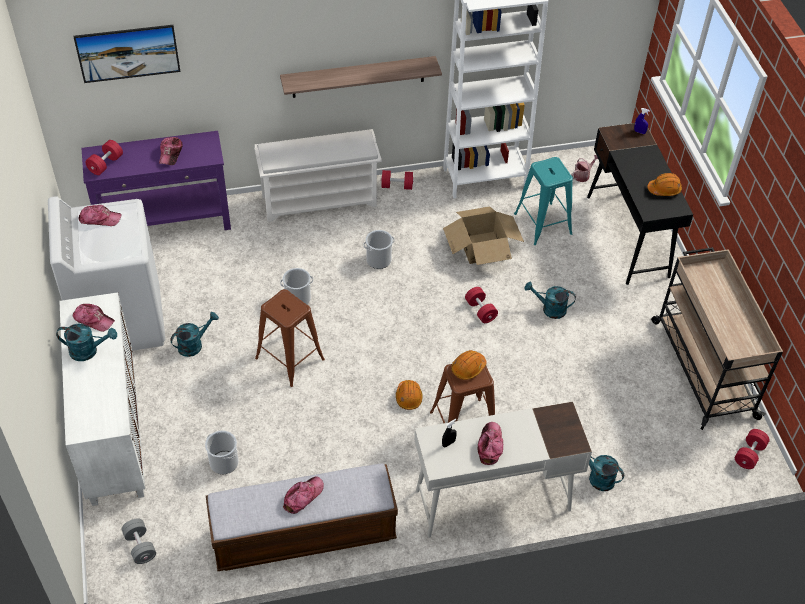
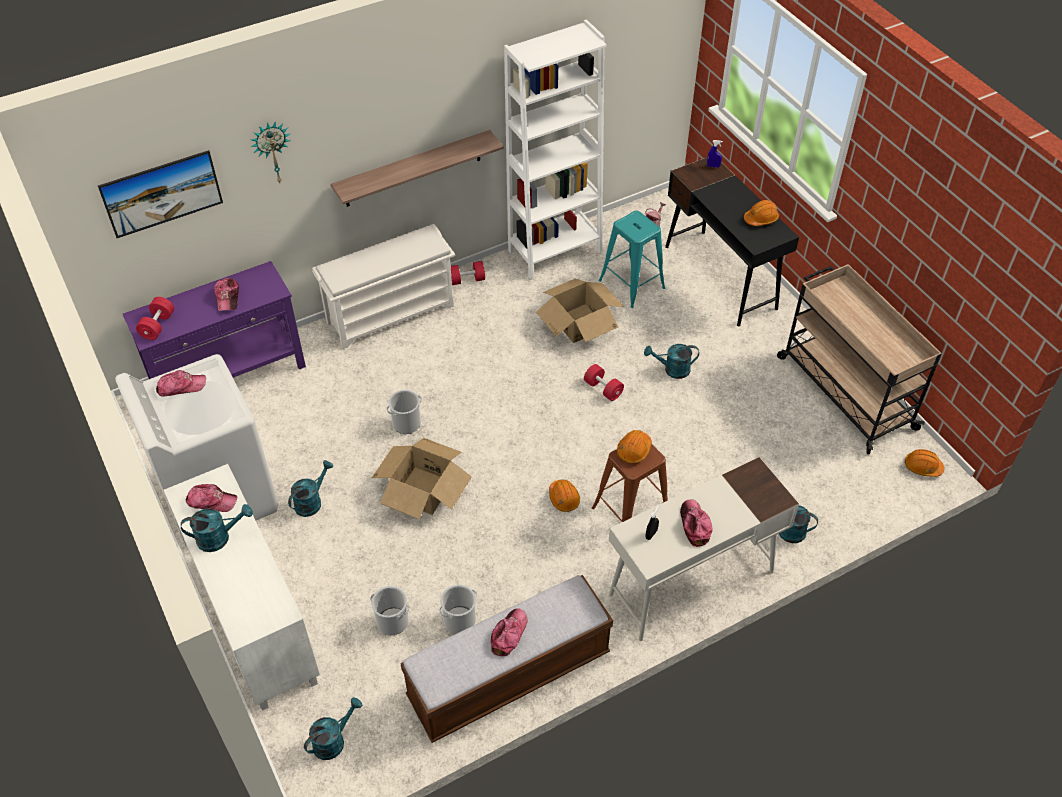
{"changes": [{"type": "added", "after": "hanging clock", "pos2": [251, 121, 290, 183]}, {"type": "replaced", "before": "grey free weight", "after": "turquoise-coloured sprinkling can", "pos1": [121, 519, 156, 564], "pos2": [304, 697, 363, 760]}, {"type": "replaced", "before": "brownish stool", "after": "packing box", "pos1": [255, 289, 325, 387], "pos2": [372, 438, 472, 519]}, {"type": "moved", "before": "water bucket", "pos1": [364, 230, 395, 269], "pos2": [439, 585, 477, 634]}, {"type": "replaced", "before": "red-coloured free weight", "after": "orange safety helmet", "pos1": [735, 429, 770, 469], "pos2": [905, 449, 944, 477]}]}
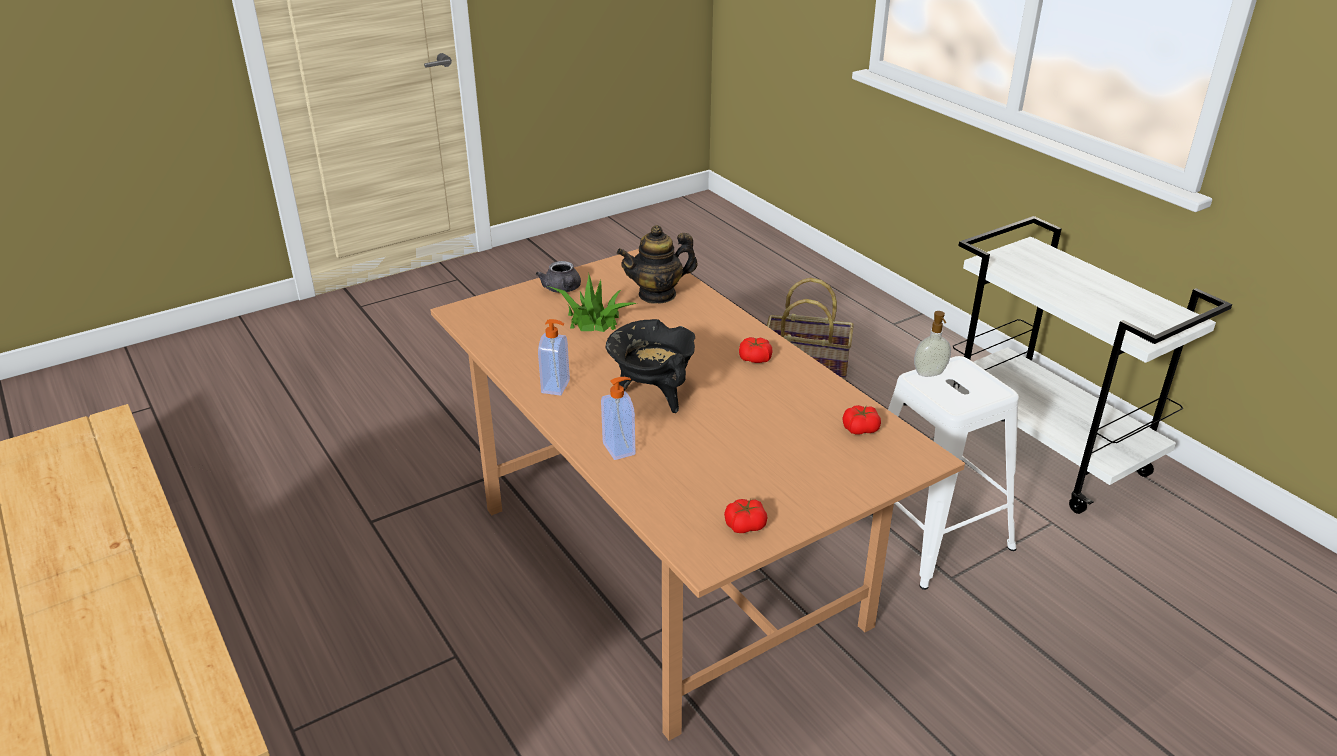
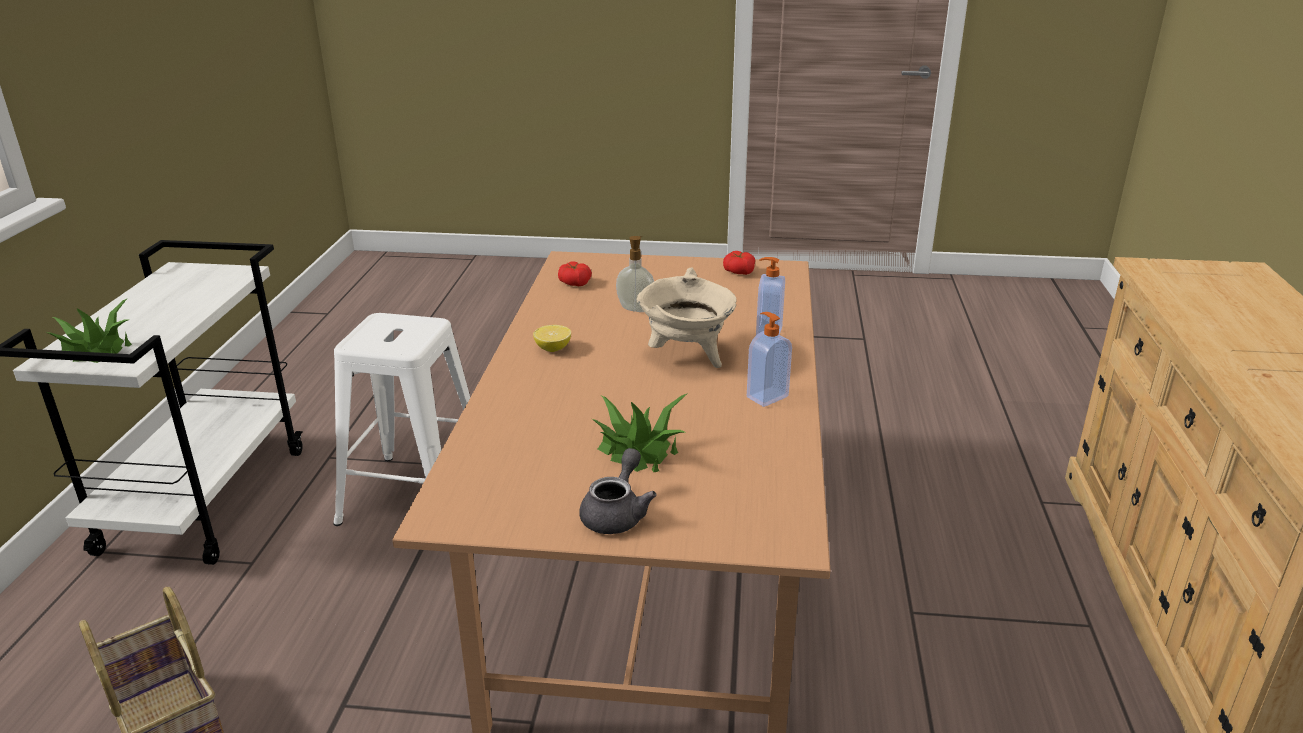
{"changes": [{"type": "added", "after": "plant in a pot", "pos2": [46, 298, 132, 363]}, {"type": "replaced", "before": "whole tomato", "after": "whole lemon", "pos1": [739, 337, 773, 363], "pos2": [533, 325, 571, 352]}, {"type": "moved", "before": "liquid soap bottle", "pos1": [914, 311, 951, 377], "pos2": [616, 236, 654, 312]}, {"type": "recoloured", "before": "black-coloured saucepot", "after": "beige saucepot", "pos1": [606, 319, 695, 413], "pos2": [637, 267, 737, 368]}, {"type": "removed", "before": "pot for tea", "pos1": [617, 225, 698, 304]}]}
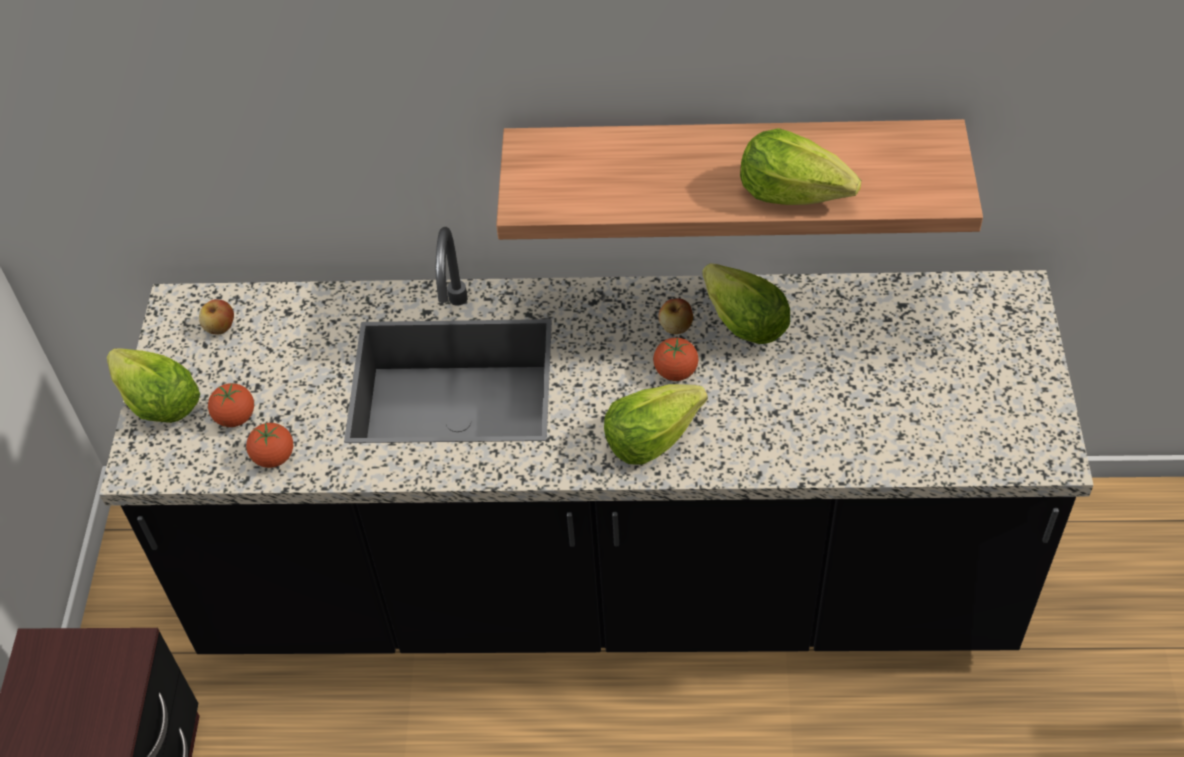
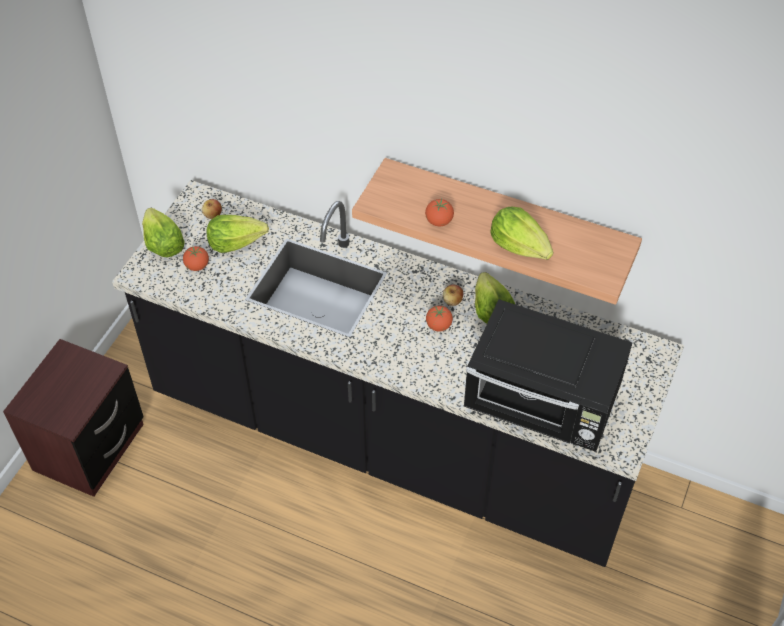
{"changes": [{"type": "moved", "before": "lettuce head", "pos1": [604, 384, 708, 464], "pos2": [207, 215, 269, 253]}, {"type": "moved", "before": "whole tomato", "pos1": [246, 423, 293, 468], "pos2": [425, 199, 454, 226]}, {"type": "added", "after": "black-coloured microwave oven", "pos2": [464, 299, 632, 452]}]}
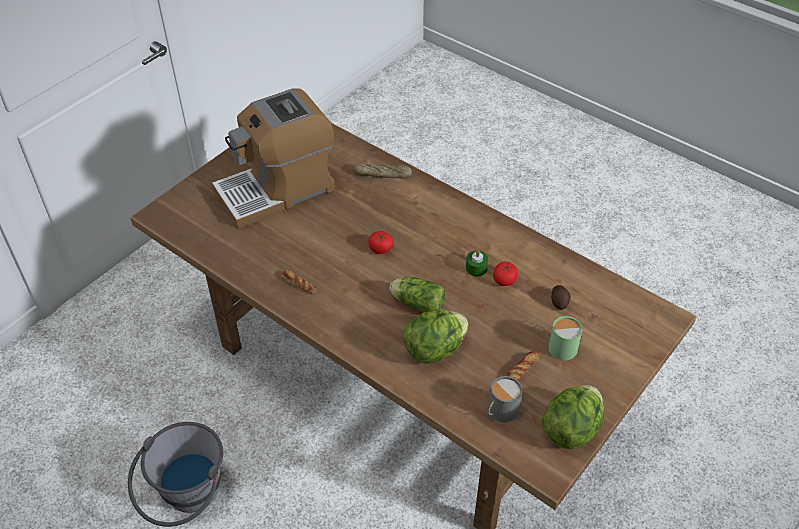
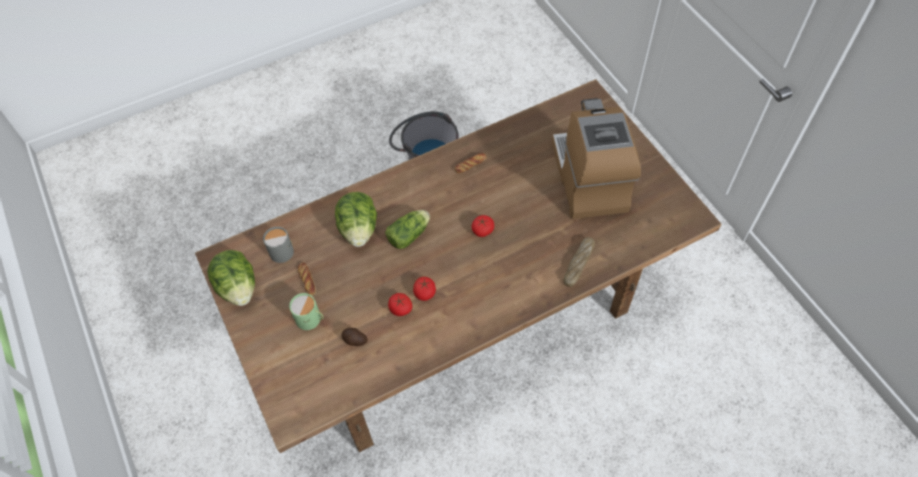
{"changes": [{"type": "replaced", "before": "green wax candle", "after": "whole tomato", "pos1": [466, 250, 488, 277], "pos2": [413, 277, 436, 301]}]}
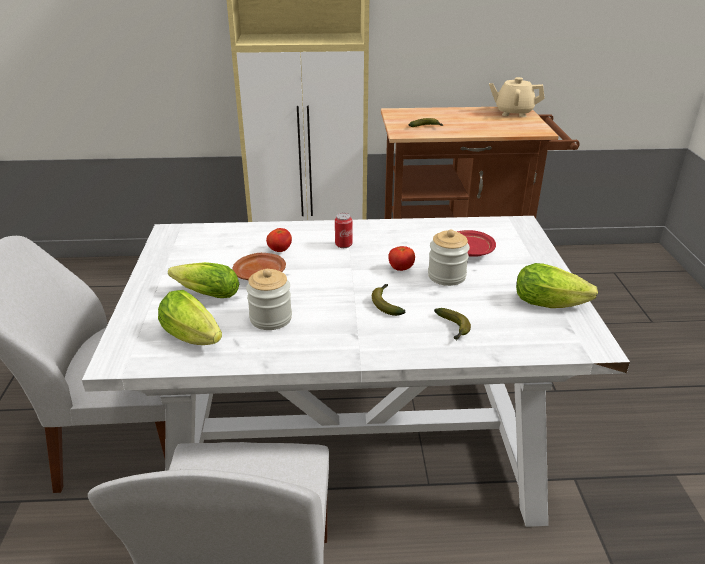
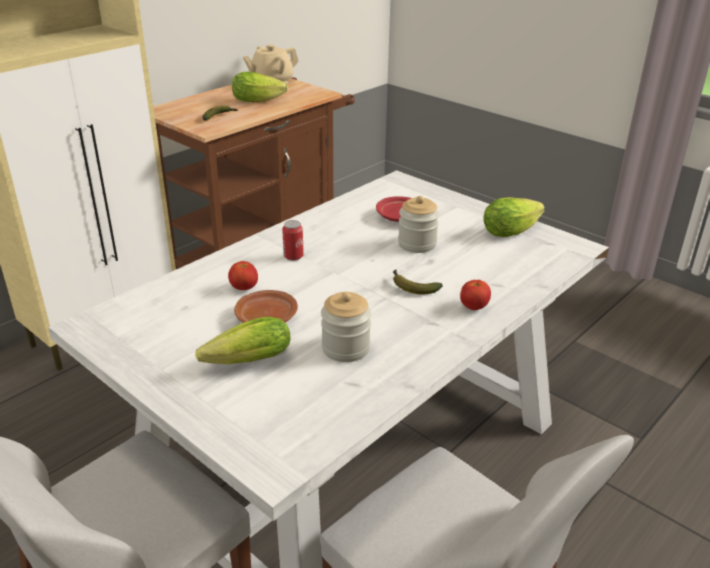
{"changes": [{"type": "moved", "before": "lettuce head", "pos1": [158, 290, 222, 345], "pos2": [232, 72, 288, 102]}, {"type": "moved", "before": "whole tomato", "pos1": [388, 246, 415, 271], "pos2": [460, 280, 491, 310]}, {"type": "removed", "before": "whole banana", "pos1": [434, 308, 471, 341]}]}
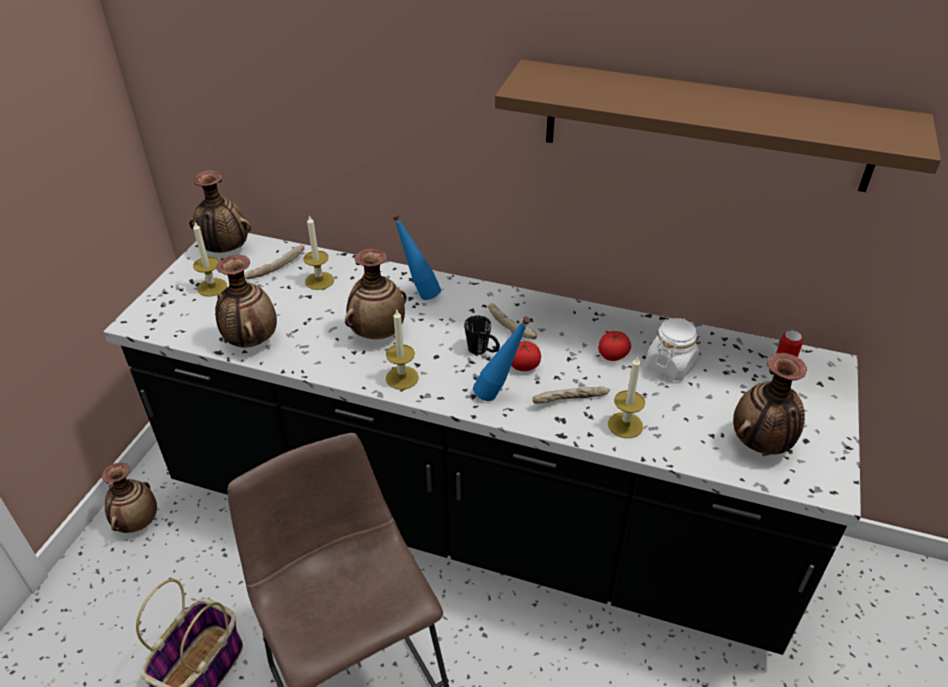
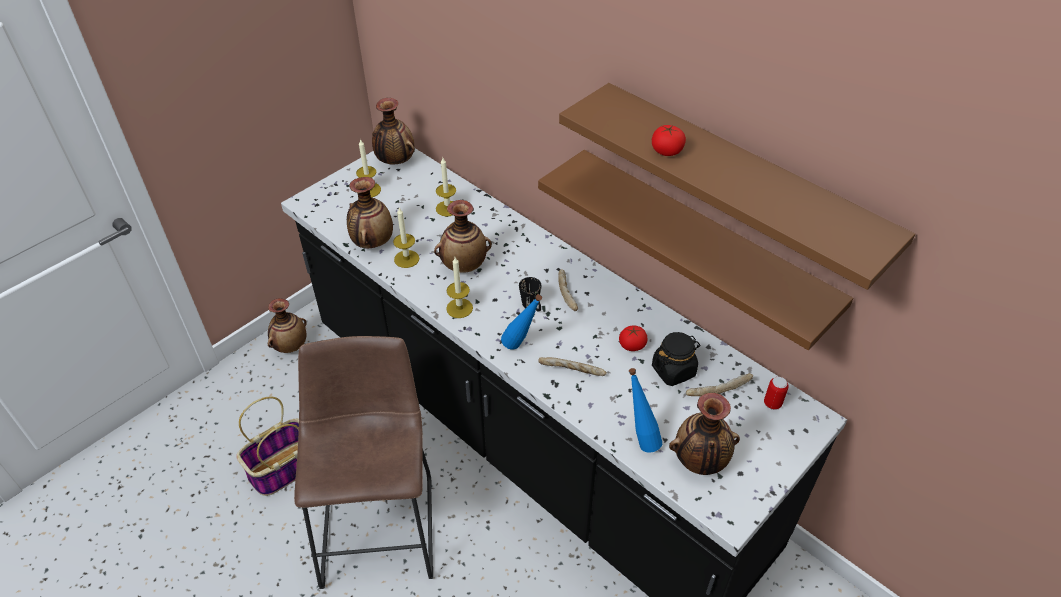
{"changes": [{"type": "moved", "before": "wax candle", "pos1": [608, 356, 645, 438], "pos2": [393, 208, 419, 268]}, {"type": "added", "after": "brownish bracket shelf", "pos2": [538, 150, 853, 350]}, {"type": "moved", "before": "blue-coloured bottle", "pos1": [392, 214, 441, 300], "pos2": [629, 368, 662, 452]}, {"type": "moved", "before": "whole tomato", "pos1": [511, 341, 541, 371], "pos2": [652, 125, 686, 156]}, {"type": "recoloured", "before": "white storage jar", "after": "black-coloured storage jar", "pos1": [646, 318, 699, 381], "pos2": [652, 332, 700, 386]}, {"type": "moved", "before": "bakery bread", "pos1": [244, 245, 304, 279], "pos2": [686, 373, 753, 396]}]}
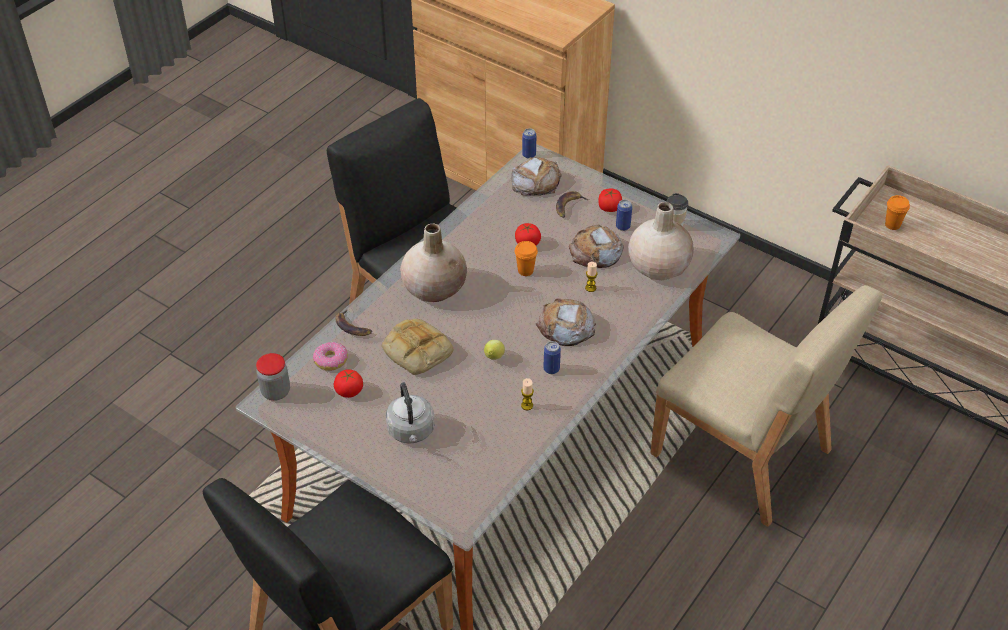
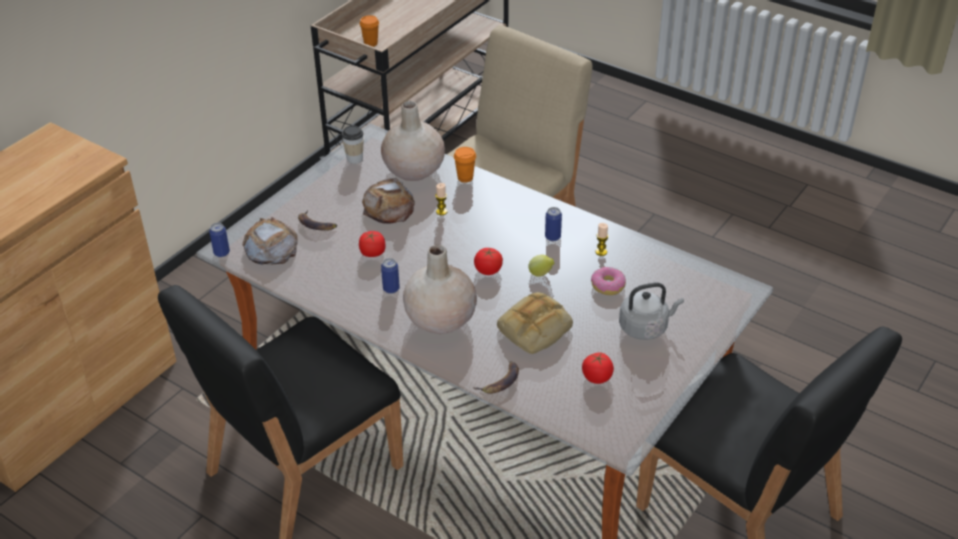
{"changes": [{"type": "moved", "before": "metal can", "pos1": [616, 199, 632, 231], "pos2": [381, 258, 400, 294]}, {"type": "moved", "before": "orange drinking cup", "pos1": [515, 241, 538, 276], "pos2": [454, 147, 476, 182]}, {"type": "moved", "before": "whole tomato", "pos1": [598, 188, 622, 212], "pos2": [474, 248, 503, 275]}, {"type": "moved", "before": "doughnut", "pos1": [313, 342, 348, 371], "pos2": [591, 267, 626, 295]}, {"type": "removed", "before": "storage jar", "pos1": [256, 353, 290, 401]}, {"type": "removed", "before": "bakery bread", "pos1": [536, 299, 596, 346]}]}
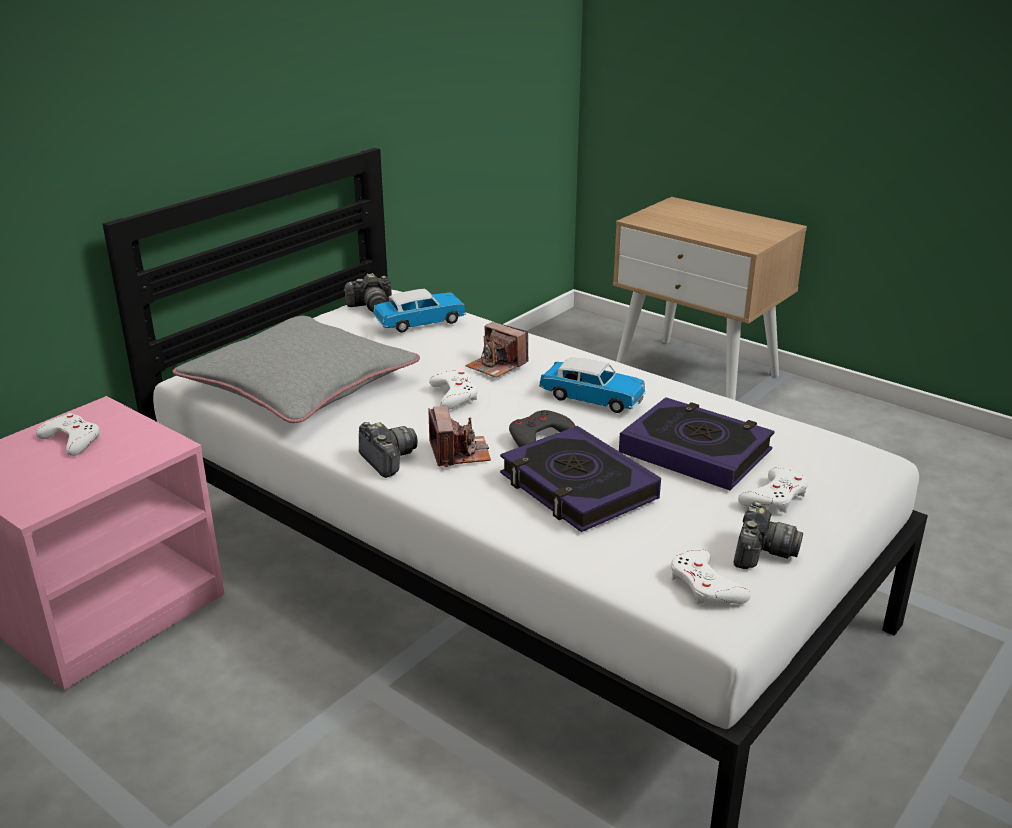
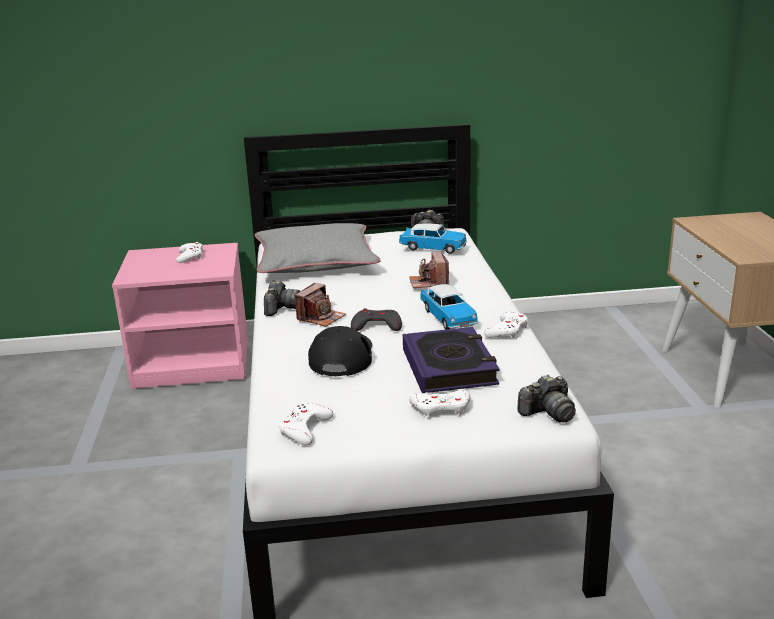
{"changes": [{"type": "replaced", "before": "book", "after": "black-coloured cap", "pos1": [500, 426, 661, 532], "pos2": [308, 326, 372, 376]}, {"type": "moved", "before": "white game controller", "pos1": [429, 370, 478, 410], "pos2": [484, 312, 528, 338]}, {"type": "moved", "before": "still camera", "pos1": [733, 502, 803, 569], "pos2": [517, 374, 576, 423]}]}
